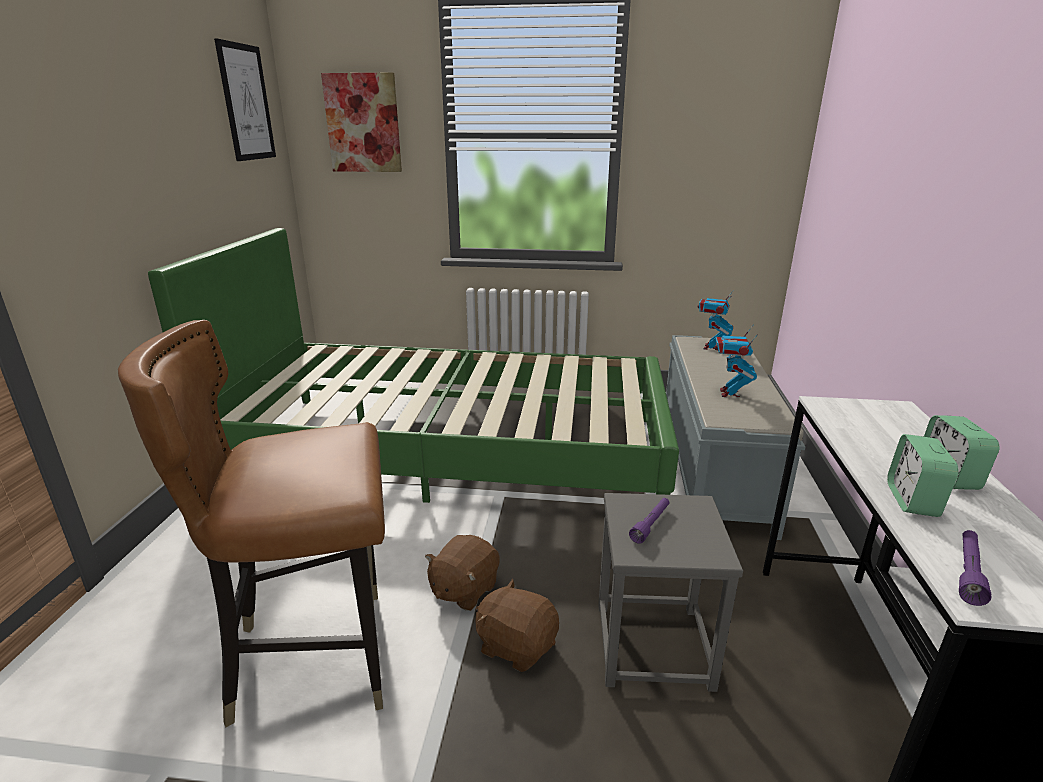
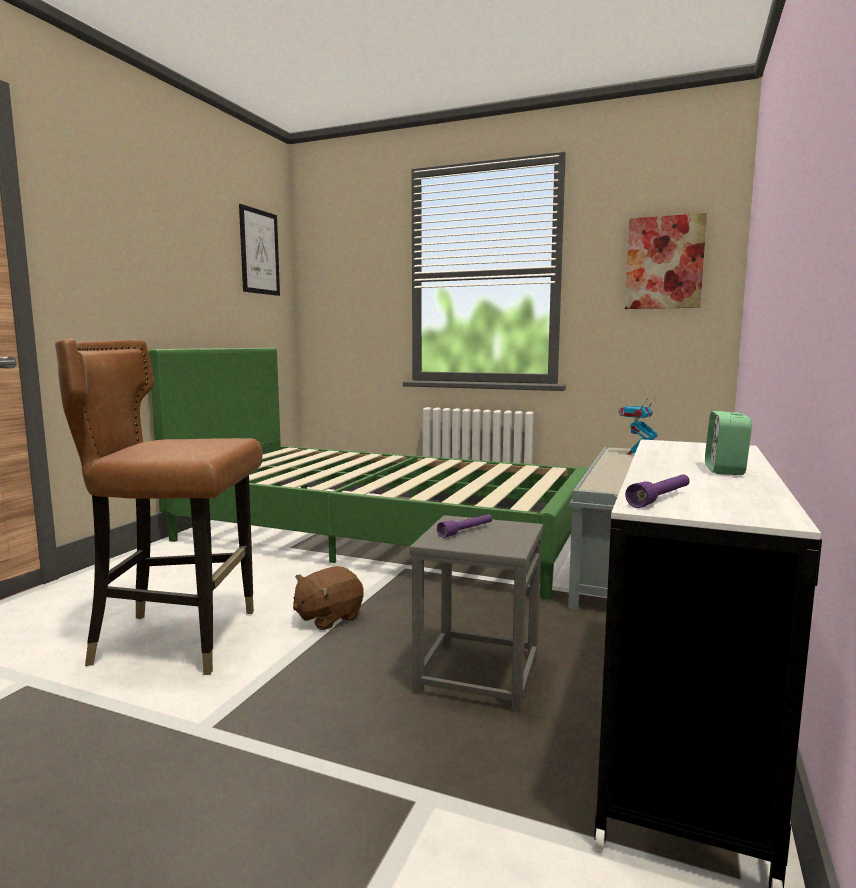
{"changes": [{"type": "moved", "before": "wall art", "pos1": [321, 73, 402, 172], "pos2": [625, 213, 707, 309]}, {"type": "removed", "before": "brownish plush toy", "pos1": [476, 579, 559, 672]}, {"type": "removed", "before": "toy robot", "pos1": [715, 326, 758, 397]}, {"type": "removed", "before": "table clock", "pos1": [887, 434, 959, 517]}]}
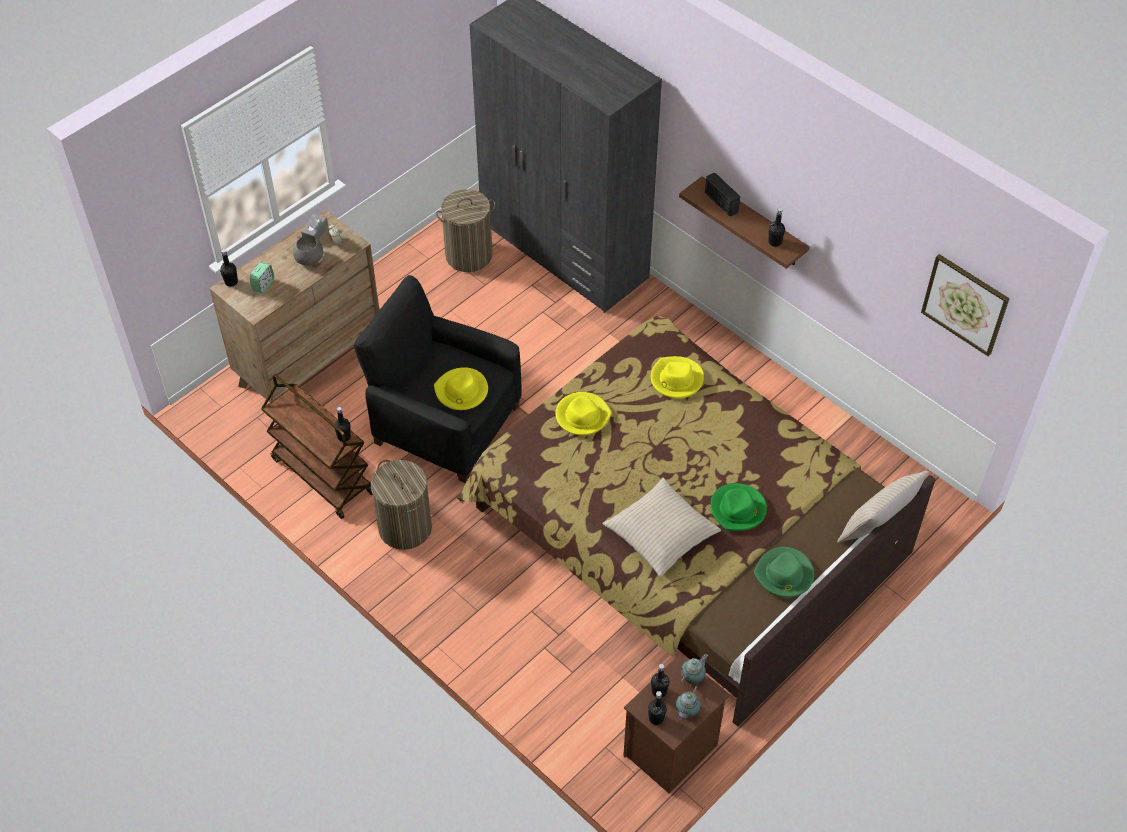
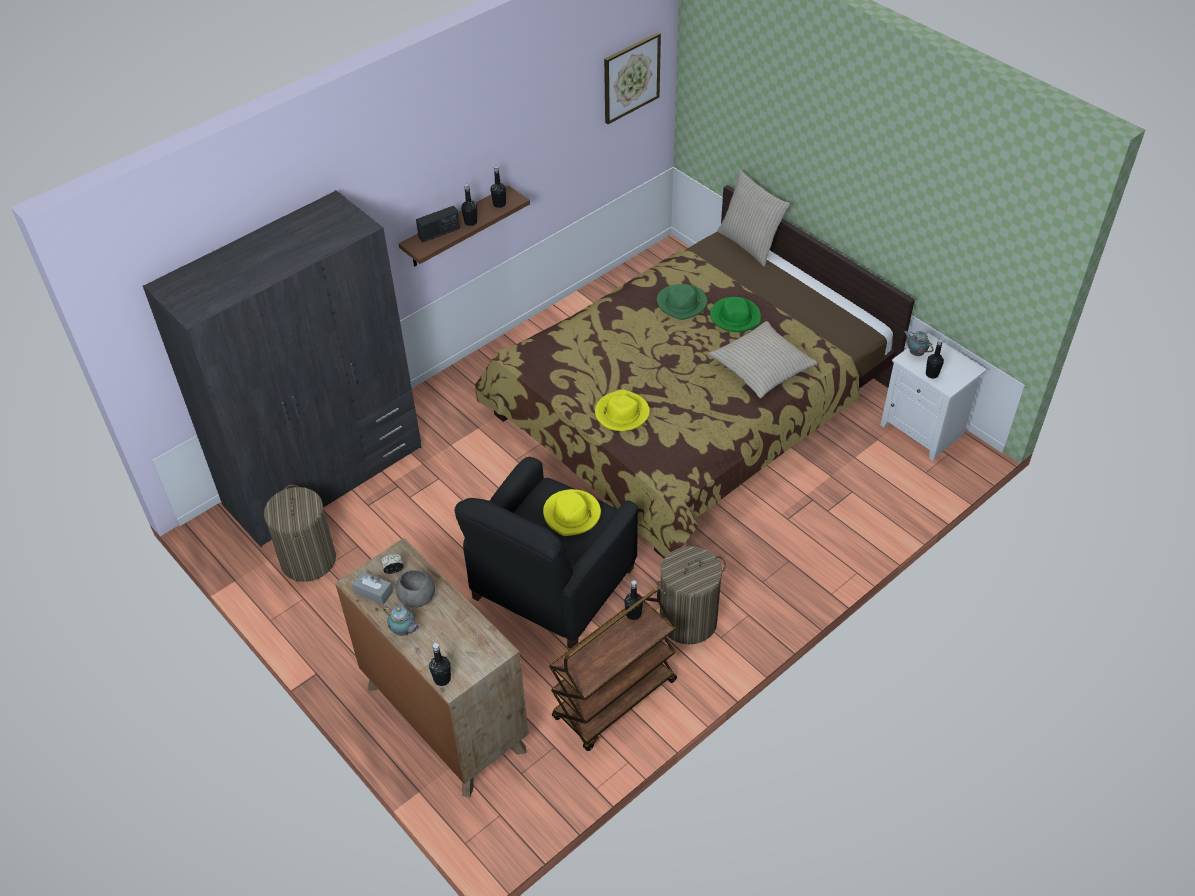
{"changes": [{"type": "moved", "before": "pot for tea", "pos1": [676, 686, 701, 720], "pos2": [383, 606, 420, 636]}, {"type": "moved", "before": "black-coloured bottle", "pos1": [648, 691, 667, 725], "pos2": [461, 184, 477, 226]}, {"type": "moved", "before": "green wearable hat", "pos1": [754, 547, 814, 598], "pos2": [657, 284, 707, 320]}, {"type": "recoloured", "before": "brownish nightstand", "after": "white nightstand", "pos1": [623, 654, 730, 793], "pos2": [881, 333, 987, 461]}, {"type": "removed", "before": "table clock", "pos1": [249, 262, 274, 293]}, {"type": "removed", "before": "yellow wearable hat", "pos1": [651, 356, 704, 398]}]}
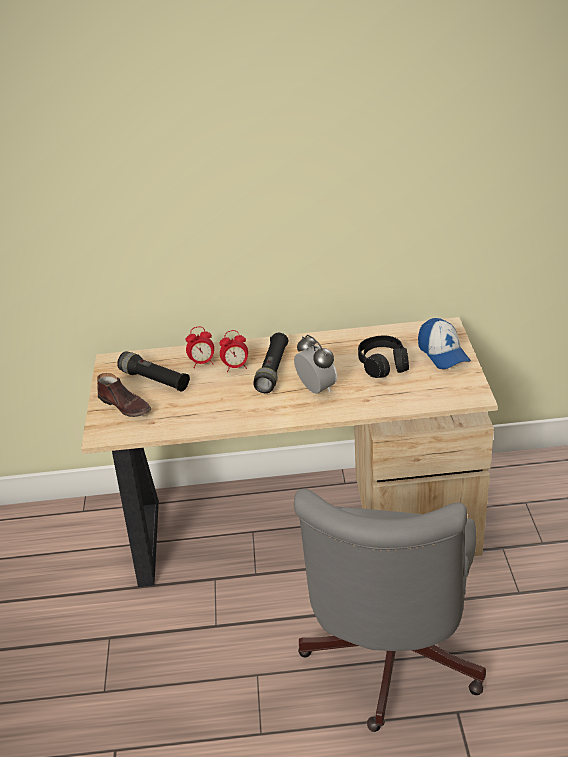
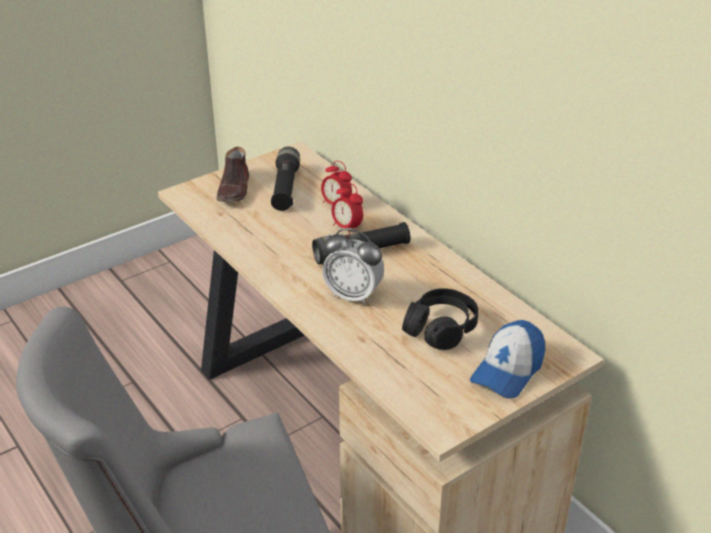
{"changes": [{"type": "turned", "before": "table clock", "pos1": [294, 335, 337, 394], "pos2": [322, 229, 384, 305], "turn": 90}]}
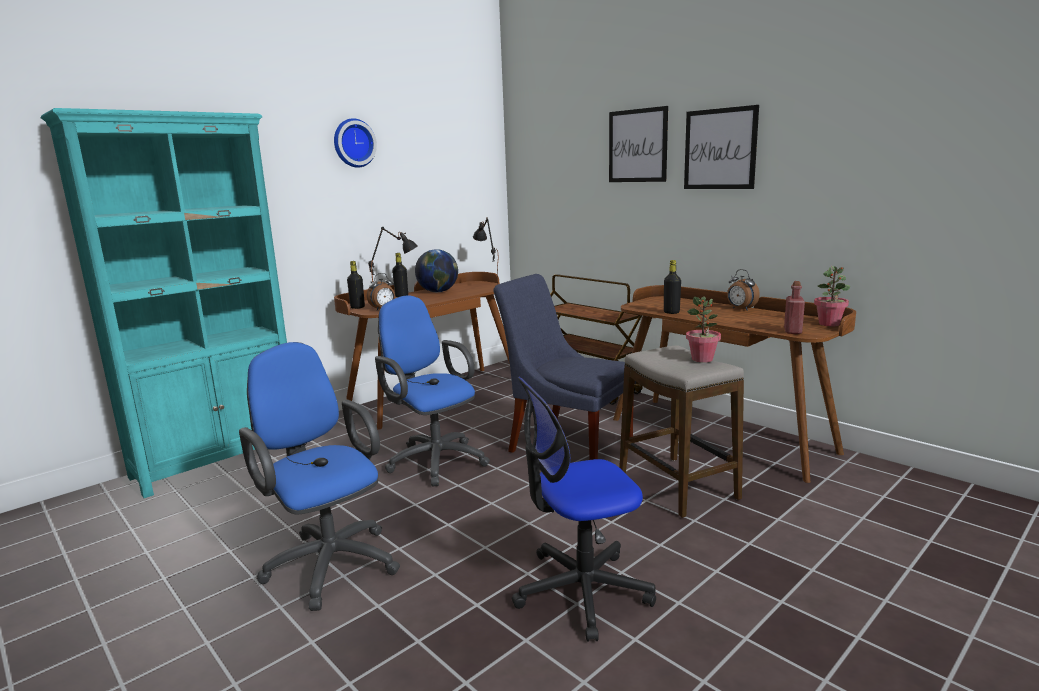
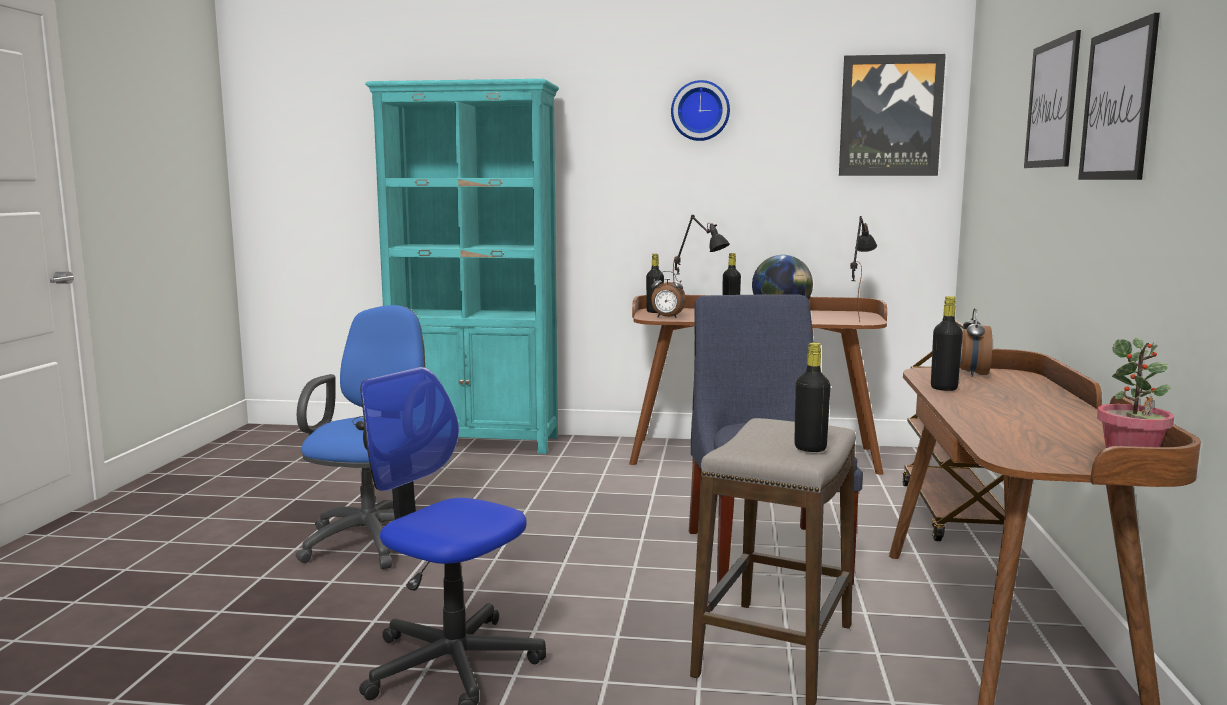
{"changes": [{"type": "replaced", "before": "plant in a pot", "after": "black-coloured bottle", "pos1": [686, 296, 721, 363], "pos2": [794, 343, 831, 452]}, {"type": "added", "after": "wall art", "pos2": [839, 54, 946, 176]}, {"type": "moved", "before": "table clock", "pos1": [727, 269, 760, 311], "pos2": [960, 308, 992, 377]}, {"type": "removed", "before": "blue-coloured computer chair", "pos1": [375, 295, 490, 486]}, {"type": "removed", "before": "red-coloured bottle", "pos1": [784, 281, 805, 334]}]}
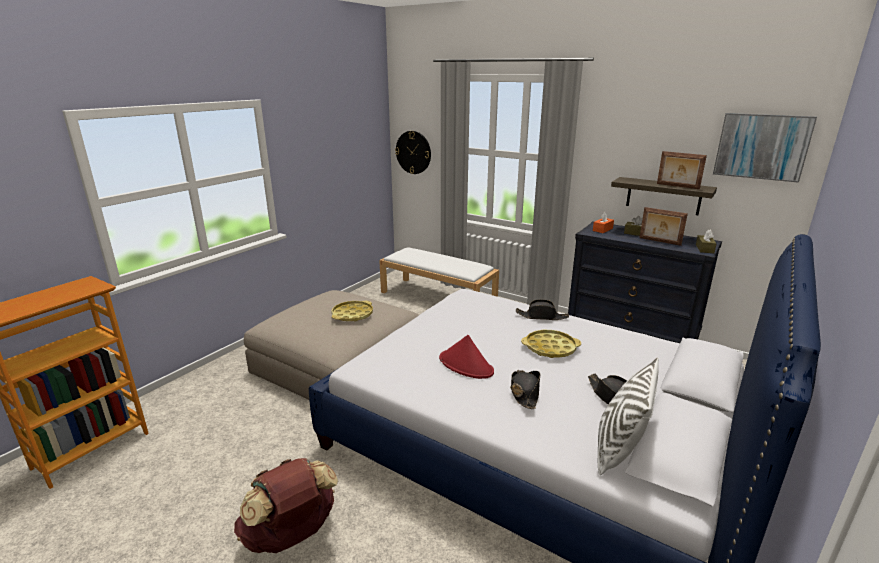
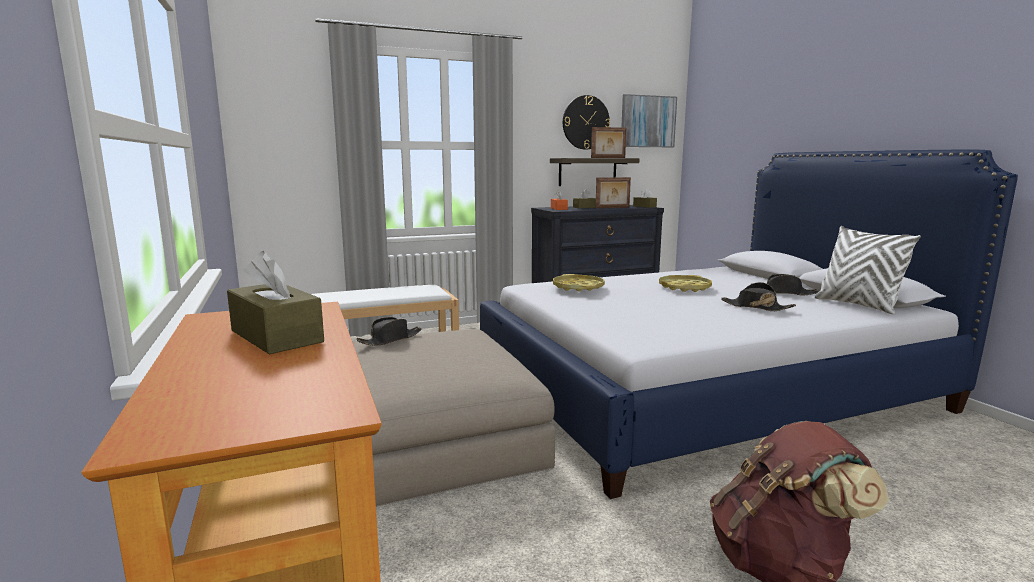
{"changes": [{"type": "added", "after": "brownish tissue box", "pos2": [227, 251, 324, 354]}, {"type": "moved", "before": "black-coloured wearable hat", "pos1": [516, 299, 569, 320], "pos2": [356, 317, 422, 346]}, {"type": "moved", "before": "yellow serving tray", "pos1": [332, 301, 373, 321], "pos2": [553, 274, 605, 291]}, {"type": "moved", "before": "hanging clock", "pos1": [395, 131, 431, 174], "pos2": [563, 95, 610, 150]}, {"type": "removed", "before": "red-coloured wearable hat", "pos1": [439, 335, 494, 379]}]}
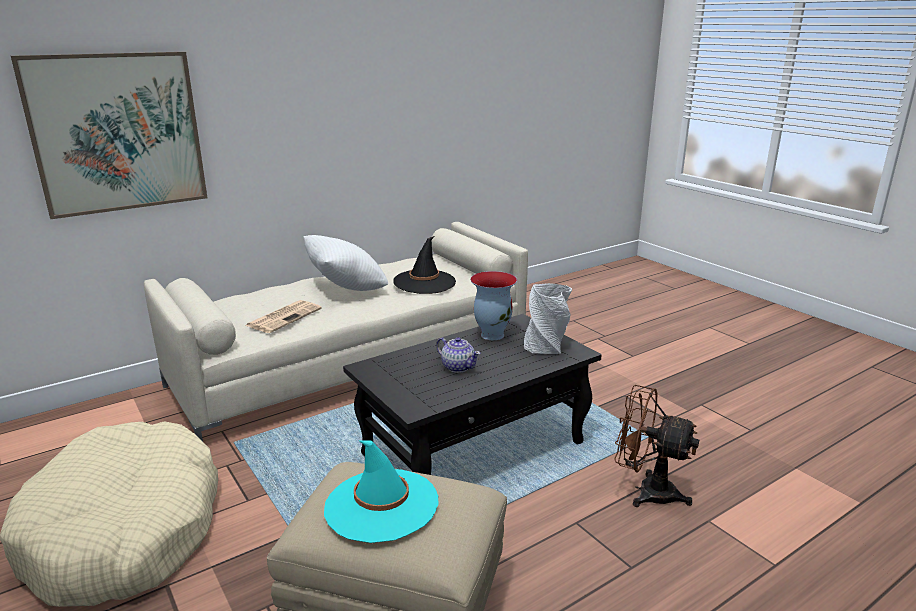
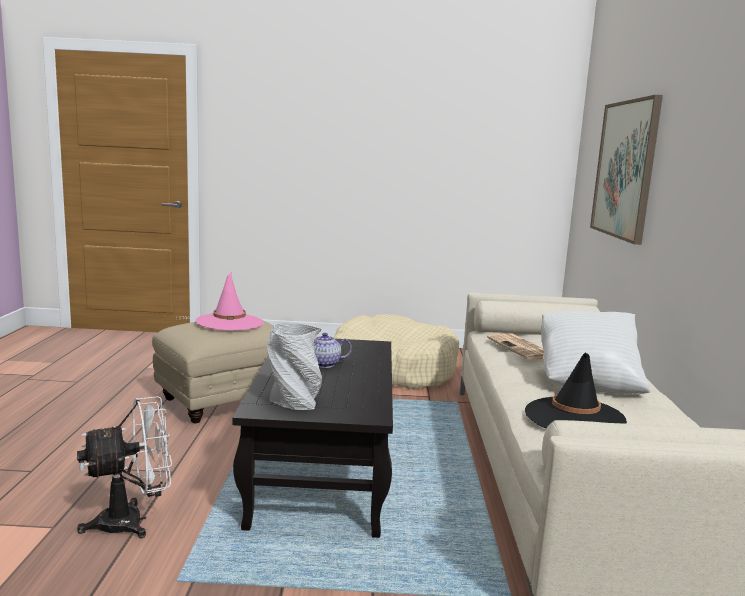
{"changes": [{"type": "recoloured", "before": "brownish fan", "after": "white fan", "pos1": [615, 385, 699, 507], "pos2": [77, 396, 172, 538]}, {"type": "recoloured", "before": "turquoise-coloured wearable hat", "after": "pinkish wearable hat", "pos1": [324, 440, 439, 543], "pos2": [195, 272, 263, 331]}, {"type": "removed", "before": "flower vase", "pos1": [470, 271, 517, 340]}]}
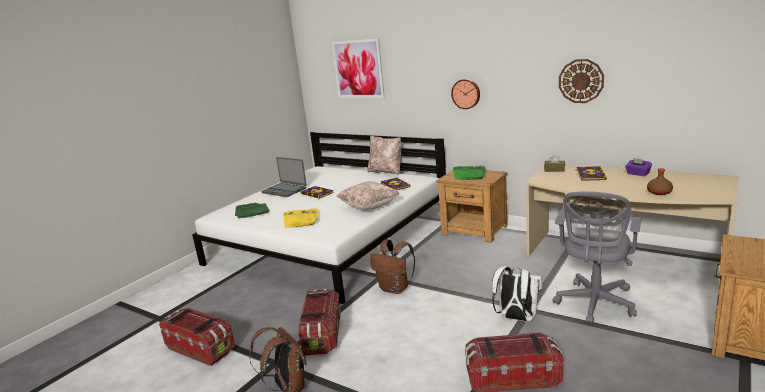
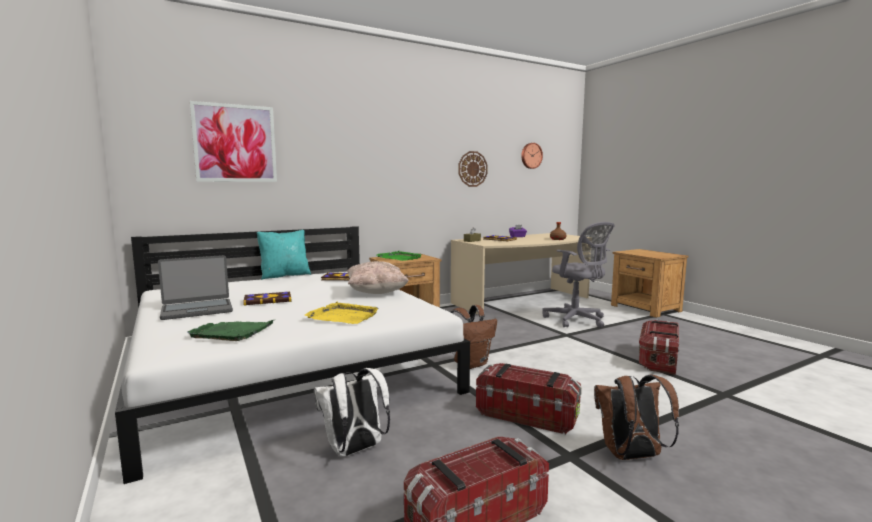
{"changes": [{"type": "recoloured", "before": "beige pillow", "after": "turquoise-coloured pillow", "pos1": [367, 136, 402, 175], "pos2": [257, 230, 311, 280]}, {"type": "moved", "before": "white backpack", "pos1": [492, 266, 542, 321], "pos2": [314, 368, 390, 456]}, {"type": "moved", "before": "hanging clock", "pos1": [451, 79, 480, 109], "pos2": [521, 143, 543, 169]}]}
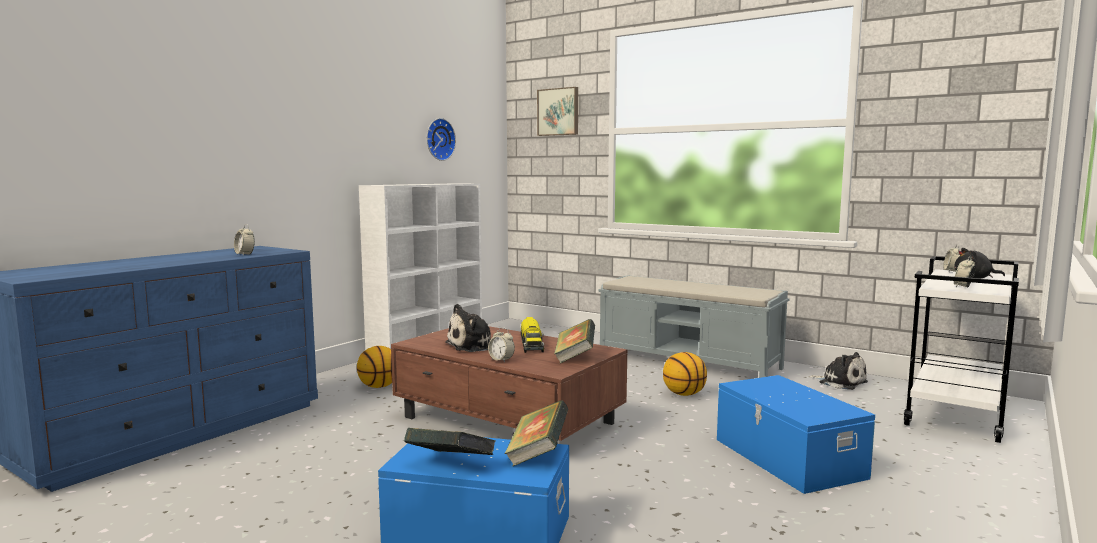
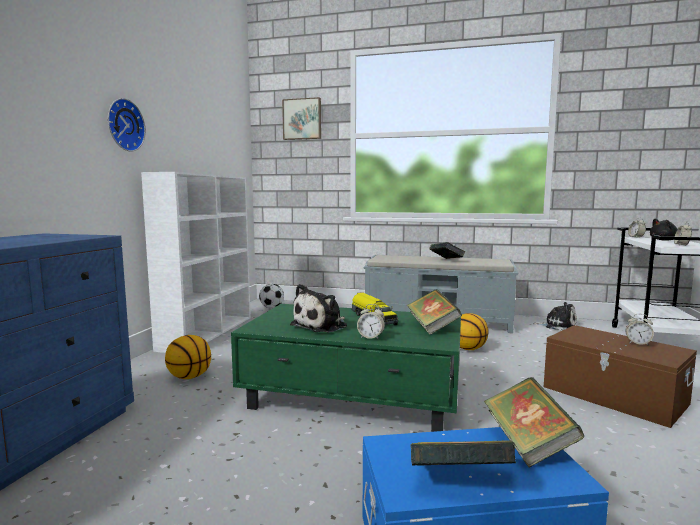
{"changes": [{"type": "moved", "before": "hanging clock", "pos1": [427, 118, 456, 161], "pos2": [108, 98, 146, 152]}, {"type": "recoloured", "before": "brownish low table", "after": "green low table", "pos1": [391, 326, 627, 441], "pos2": [231, 304, 461, 432]}, {"type": "added", "after": "football ball", "pos2": [259, 284, 284, 308]}, {"type": "added", "after": "book", "pos2": [429, 242, 465, 259]}, {"type": "recoloured", "before": "blue-coloured storage bin", "after": "brownish storage bin", "pos1": [717, 375, 875, 494], "pos2": [544, 325, 697, 428]}, {"type": "moved", "before": "table clock", "pos1": [234, 224, 255, 256], "pos2": [625, 314, 654, 346]}]}
